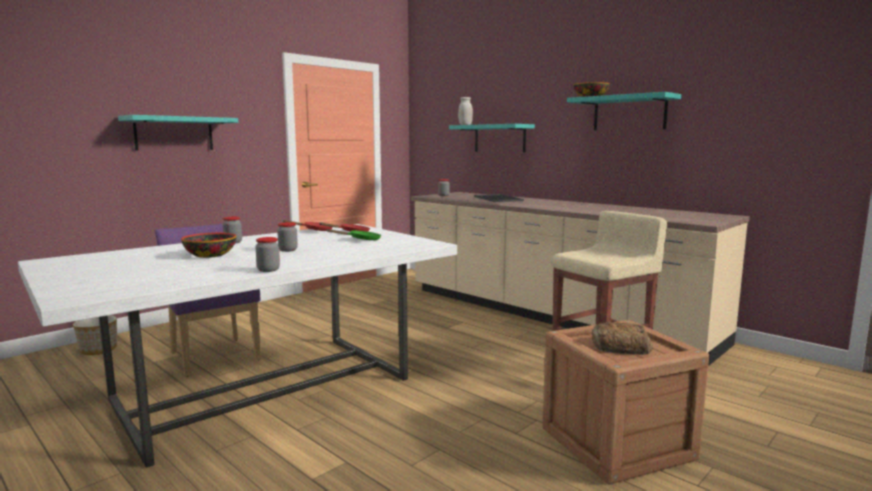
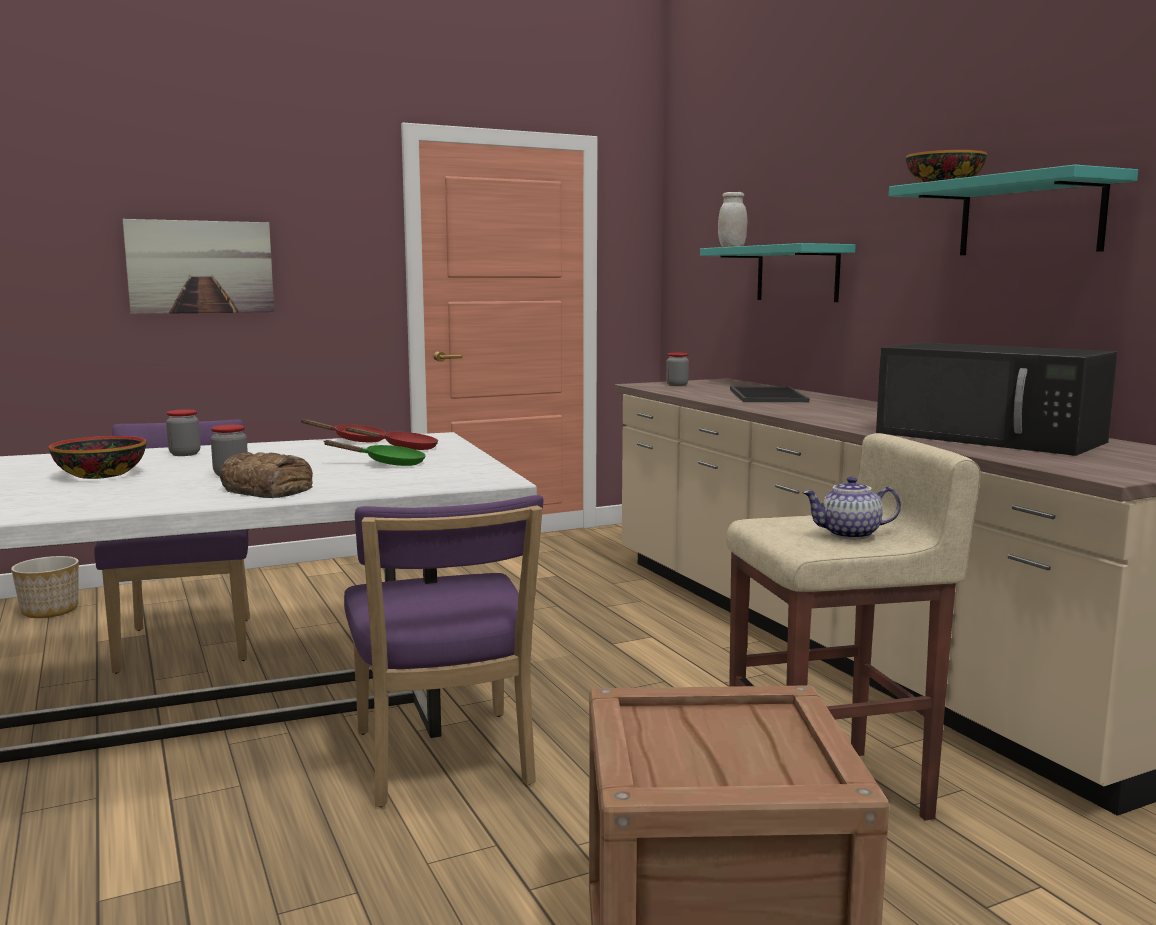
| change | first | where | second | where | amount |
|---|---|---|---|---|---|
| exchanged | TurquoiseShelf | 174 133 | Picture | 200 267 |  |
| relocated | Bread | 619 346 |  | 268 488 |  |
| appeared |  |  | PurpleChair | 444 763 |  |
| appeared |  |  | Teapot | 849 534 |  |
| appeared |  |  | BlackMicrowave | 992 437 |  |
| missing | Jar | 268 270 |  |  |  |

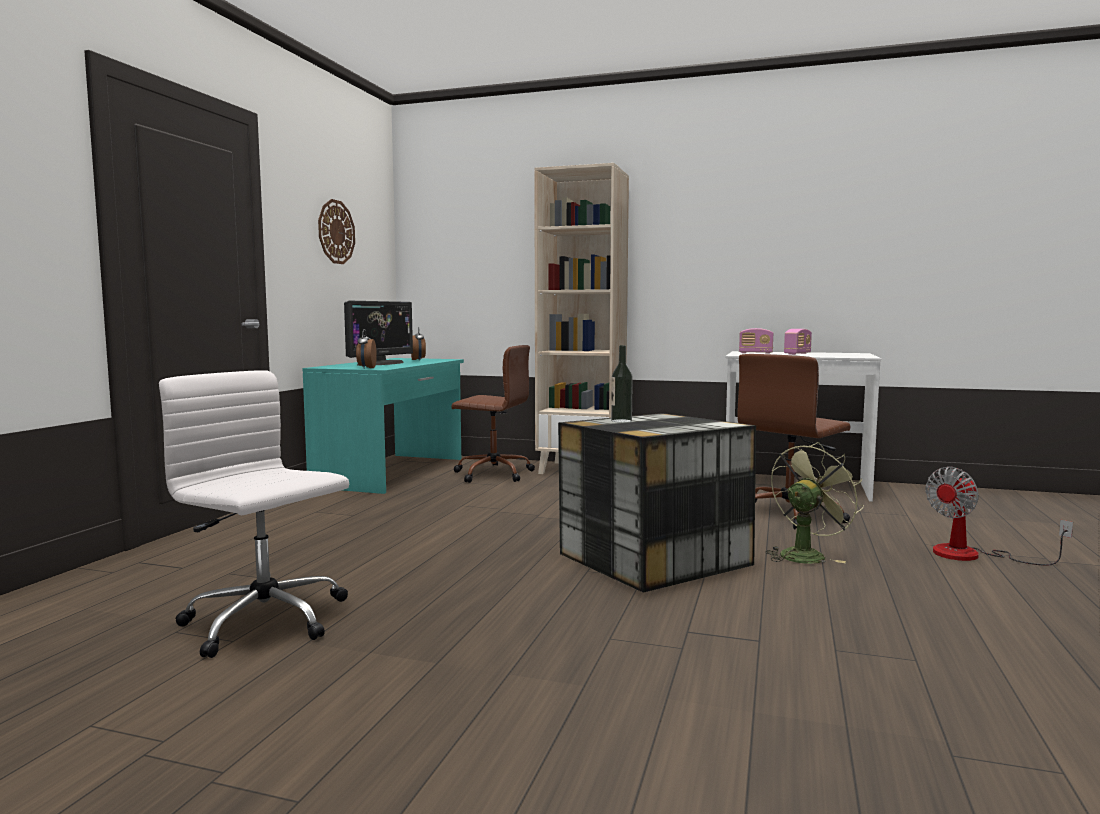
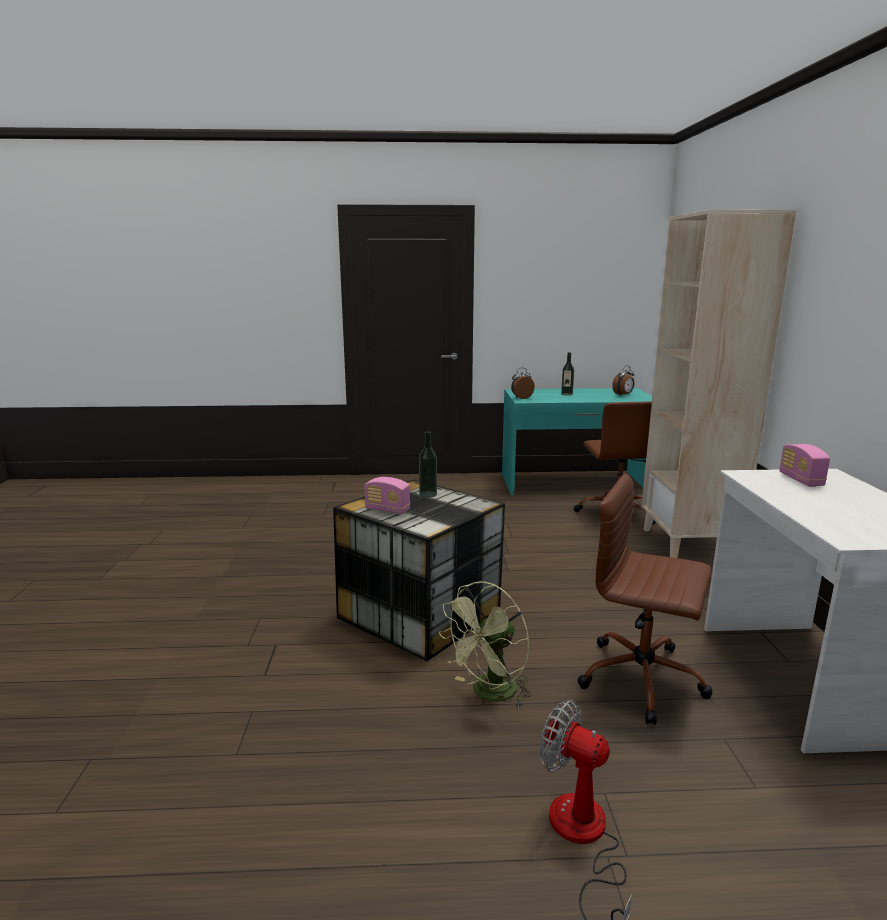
| change | first | where | second | where | amount |
|---|---|---|---|---|---|
| relocated | Radio | 797 354 |  | 387 510 |  |
| spun | GreenFan | 806 555 |  | 489 694 | 105 degrees clockwise |
| exchanged | Monitor | 380 363 | Bottle | 566 394 |  |
| missing | WhiteOfficeChair | 267 621 |  |  |  |
| missing | WallClock | 336 232 |  |  |  |

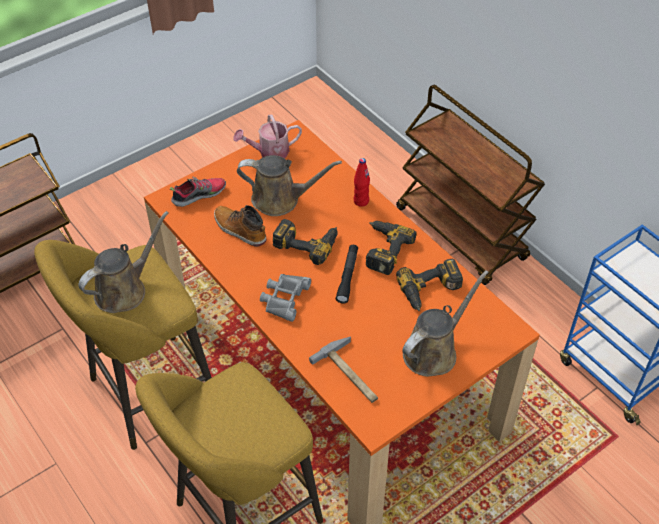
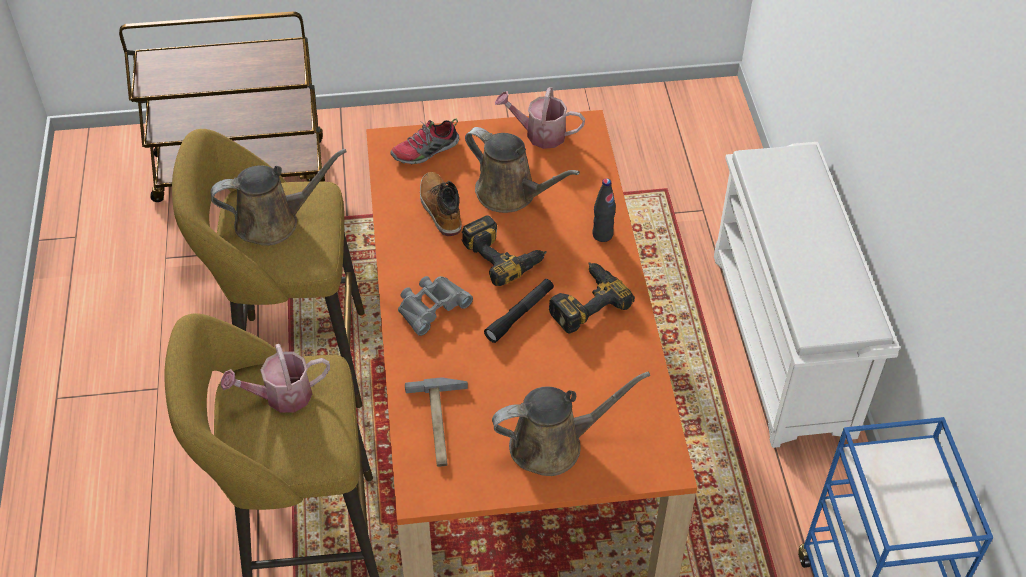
| change | first | where | second | where | amount |
|---|---|---|---|---|---|
| appeared |  |  | WateringCan | 281 396 |  |
| spun | Shoe | 199 195 |  | 425 151 | 150 degrees clockwise |
| colour | RedBottle | 361 201 | BlackBottle | 602 235 |  |
| exchanged | BrownCart | 461 234 | WhiteShoeRack | 784 344 |  |
| missing | PowerDrill | 431 291 |  |  |  |

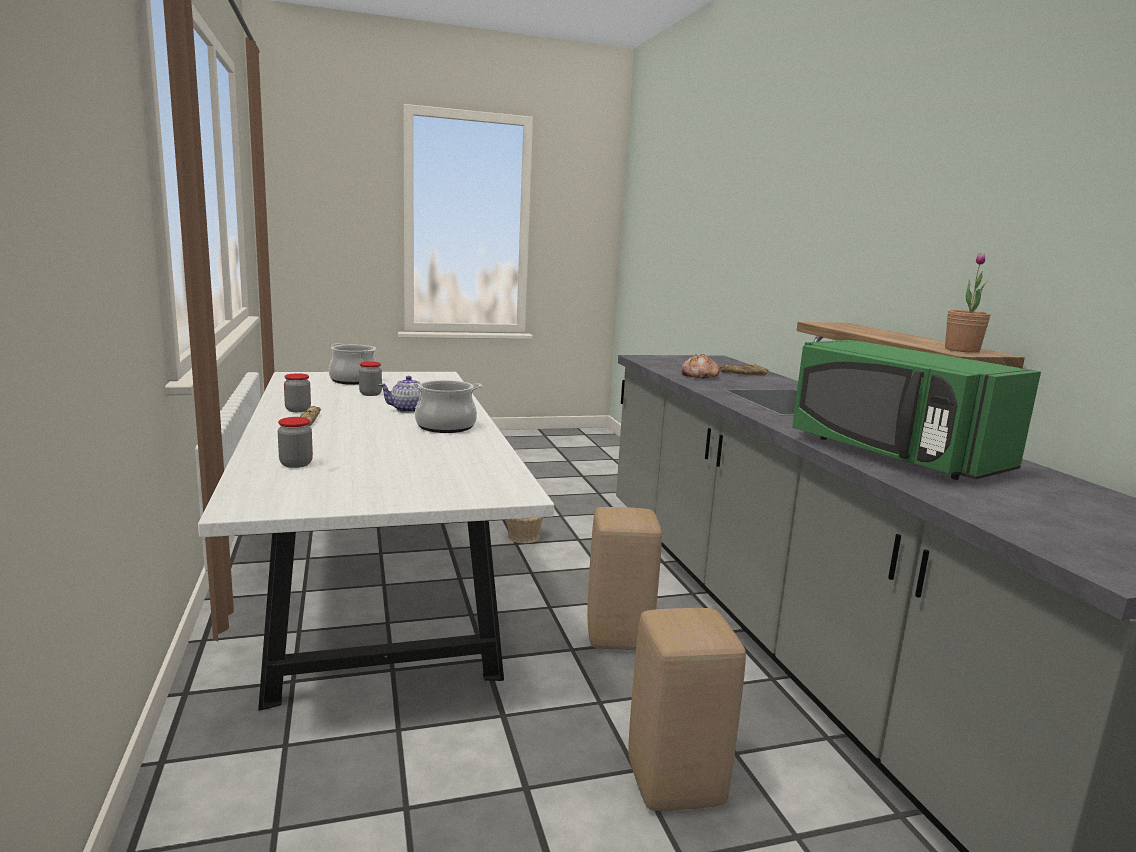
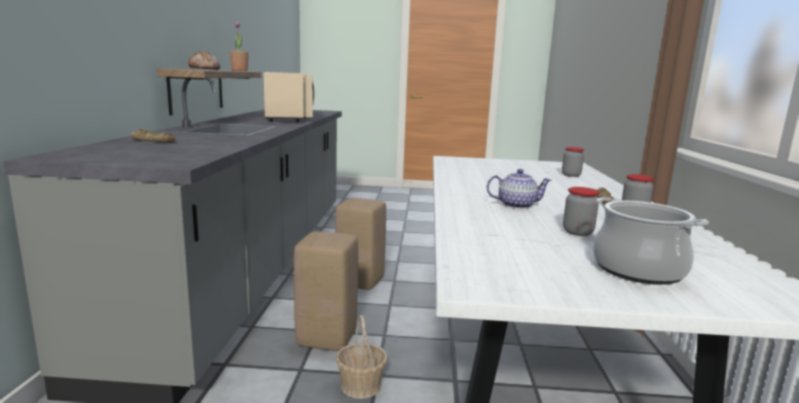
| change | first | where | second | where | amount |
|---|---|---|---|---|---|
| relocated | Bread | 698 376 |  | 205 69 |  |
| colour | GreenMicrowave | 891 454 | BeigeMicrowave | 288 118 |  |
| relocated | BeigeStool | 677 784 |  | 326 338 |  |
| missing | CookingPot | 446 426 |  |  |  |

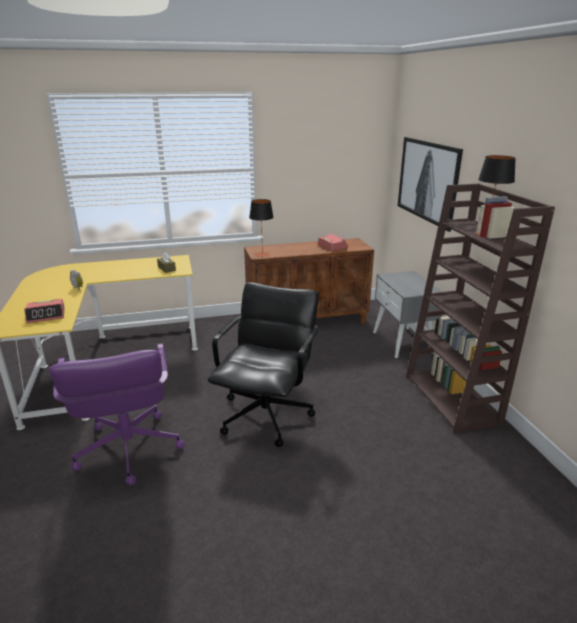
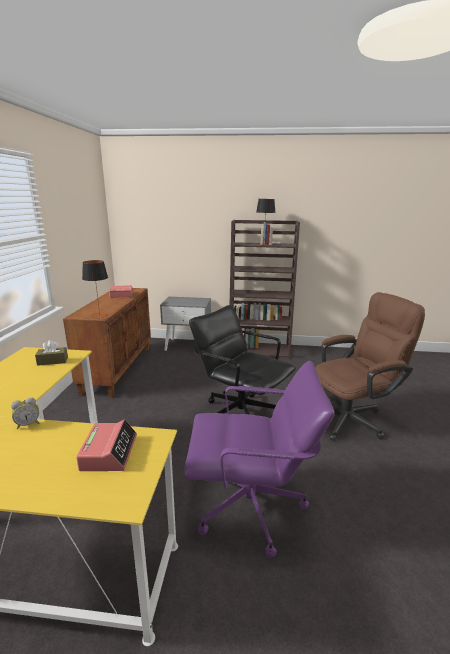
| change | first | where | second | where | amount |
|---|---|---|---|---|---|
| appeared |  |  | BrownOfficeChair | 352 418 |  |
| missing | Picture | 427 181 |  |  |  |

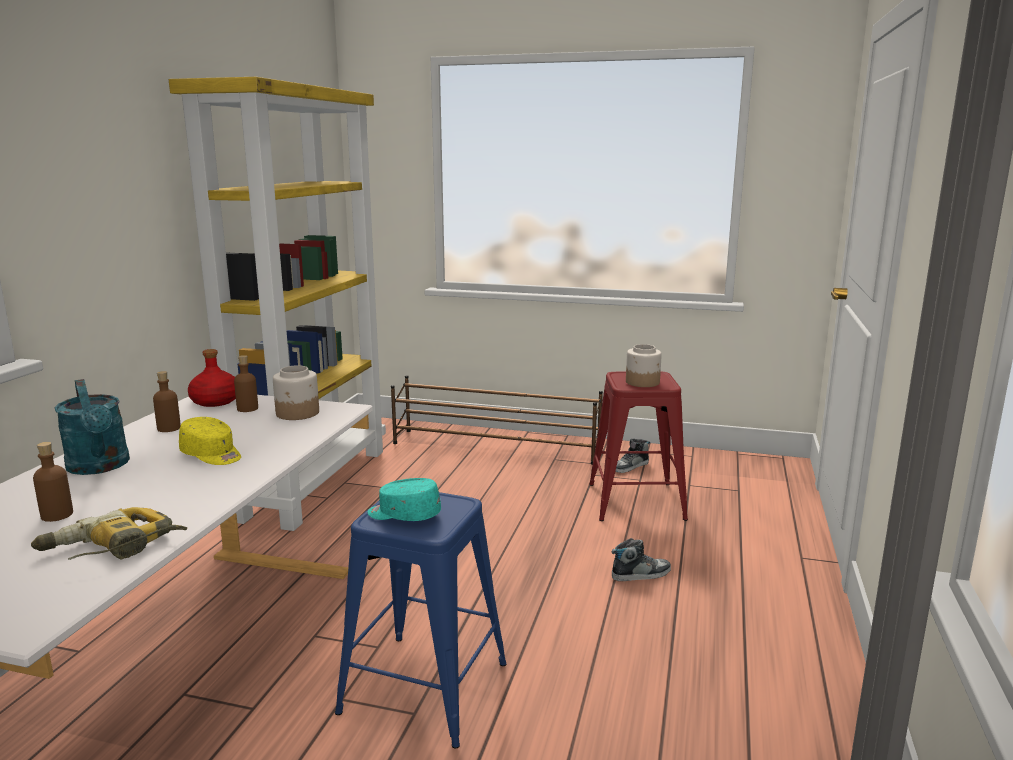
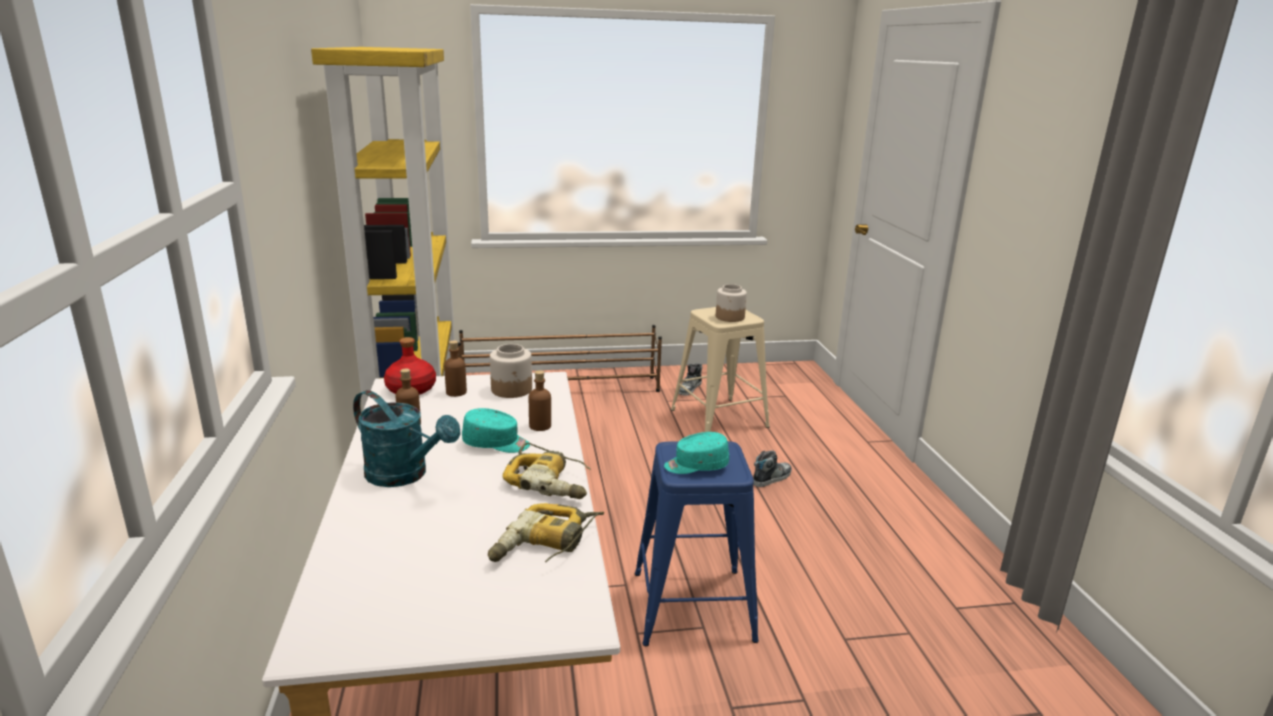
| change | first | where | second | where | amount |
|---|---|---|---|---|---|
| colour | YellowCap | 212 455 | TurquoiseCap | 496 444 |  |
| appeared |  |  | PowerDrill | 550 481 |  |
| relocated | BrownBottle | 57 515 |  | 540 426 |  |
| colour | RedStool | 635 501 | BeigeStool | 719 418 |  |

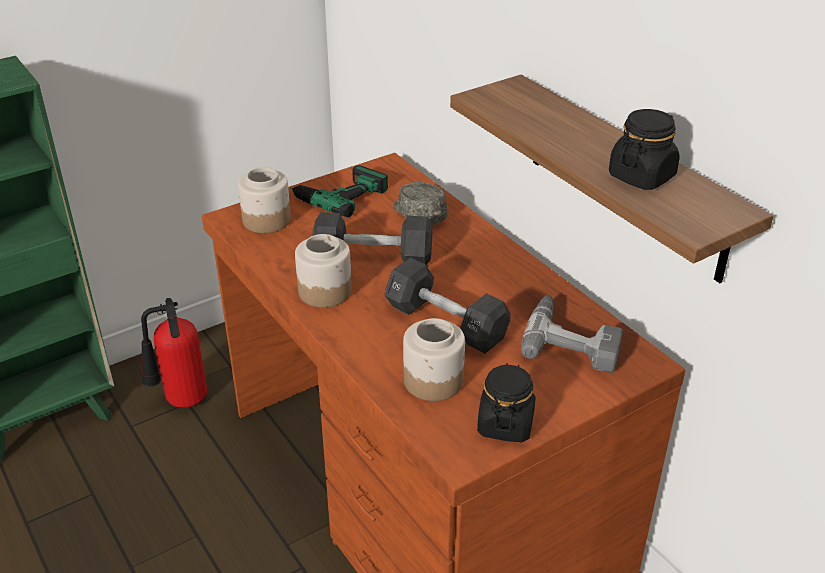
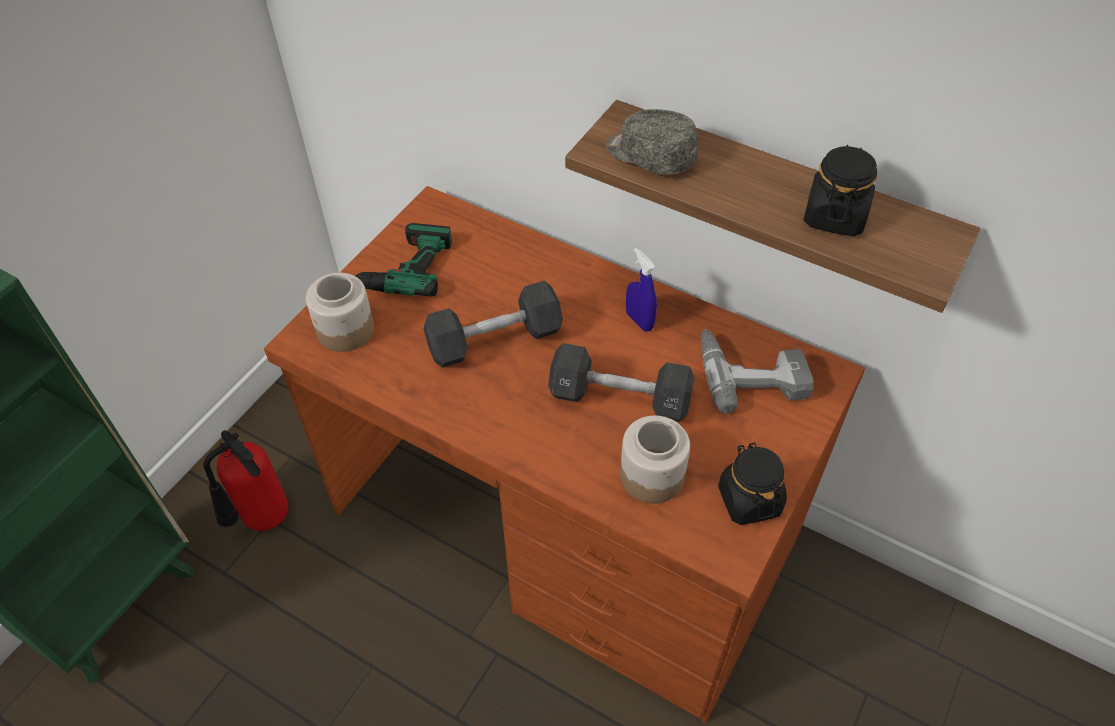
| change | first | where | second | where | amount |
|---|---|---|---|---|---|
| relocated | GreyCap | 418 214 |  | 649 155 |  |
| appeared |  |  | BlueSprayBottle | 639 321 |  |
| missing | Jar | 325 291 |  |  |  |

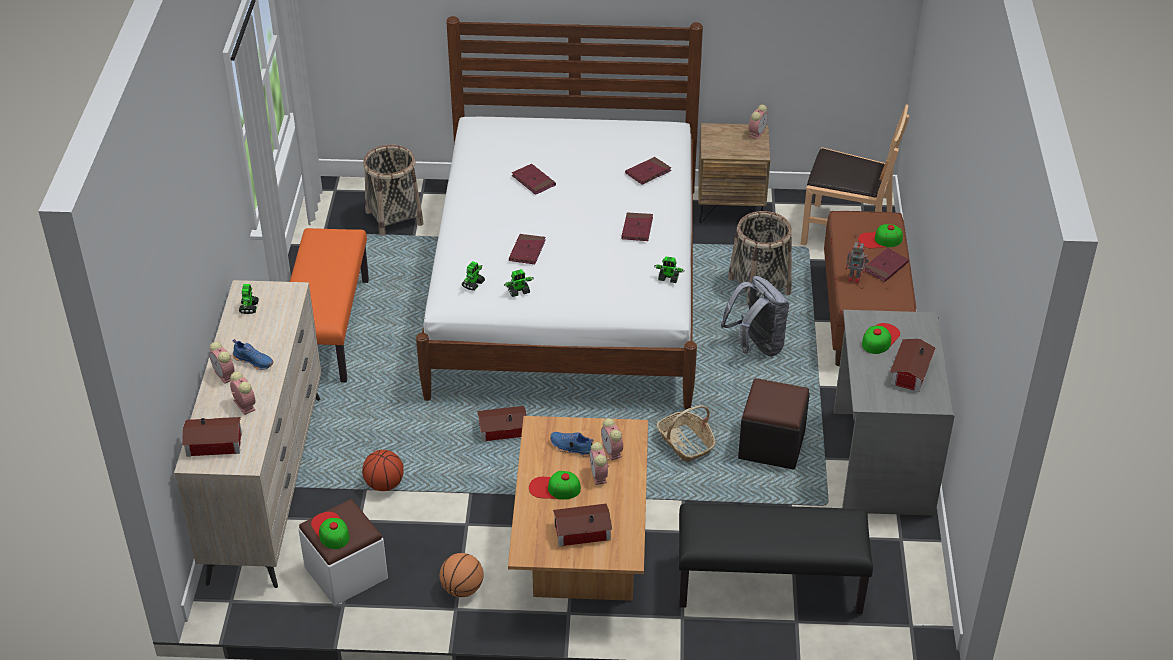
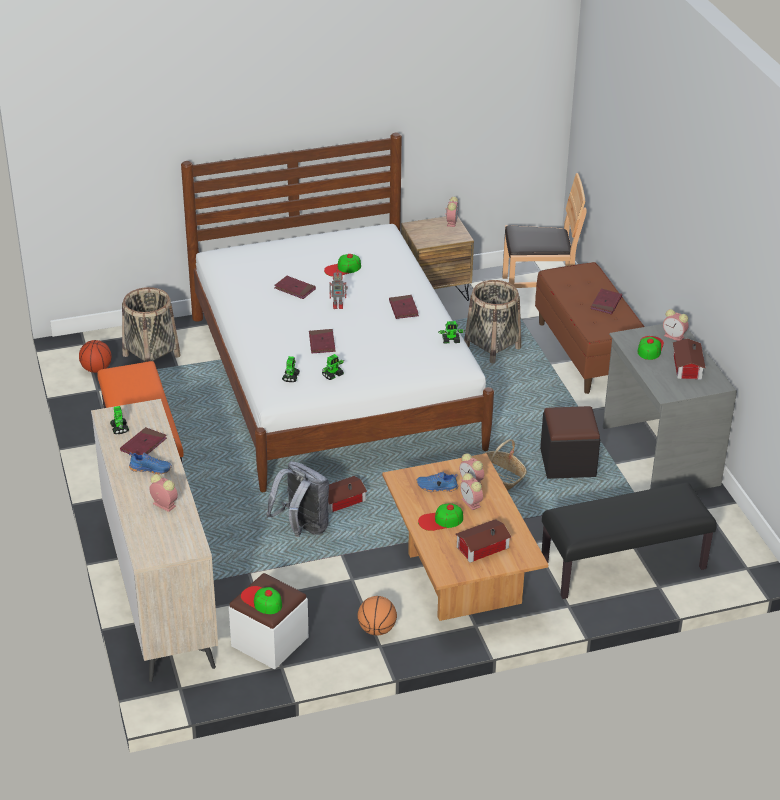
| change | first | where | second | where | amount |
|---|---|---|---|---|---|
| relocated | Basketball | 384 484 |  | 96 369 |  |
| relocated | RedBook | 648 172 |  | 143 445 |  |
| relocated | GreyBackpack | 756 346 |  | 302 528 |  |
| relocated | Cap | 880 240 |  | 342 268 |  |
| relocated | ToyRobot | 855 278 |  | 338 305 |  |
| relocated | AlarmClock | 225 375 |  | 675 336 |  |
| missing | ToyHouse | 215 445 |  |  |  |

